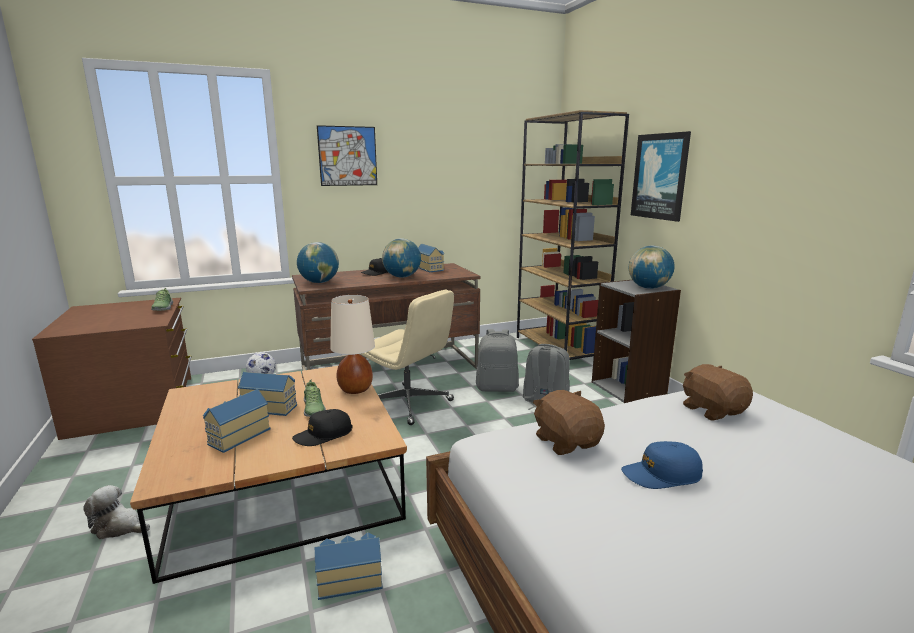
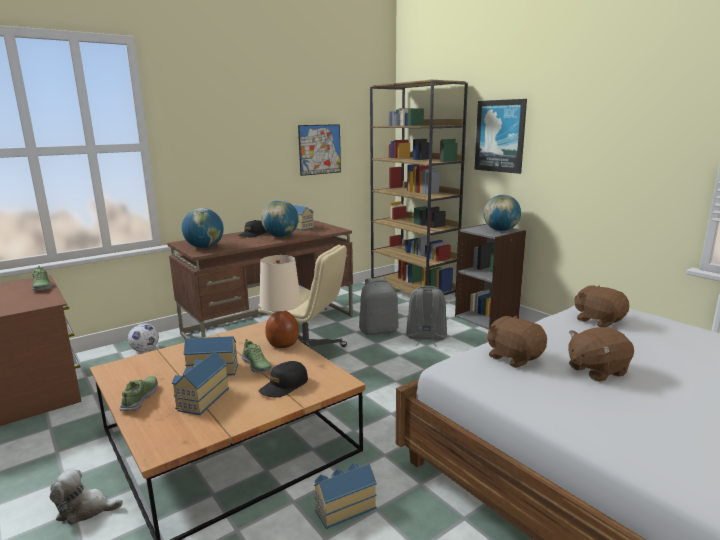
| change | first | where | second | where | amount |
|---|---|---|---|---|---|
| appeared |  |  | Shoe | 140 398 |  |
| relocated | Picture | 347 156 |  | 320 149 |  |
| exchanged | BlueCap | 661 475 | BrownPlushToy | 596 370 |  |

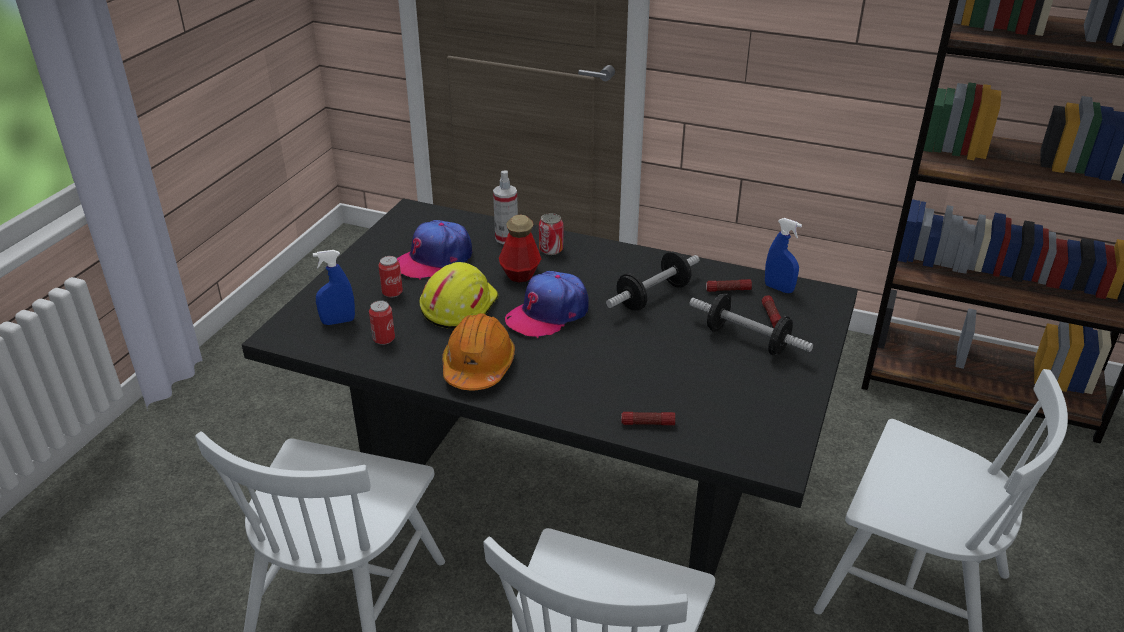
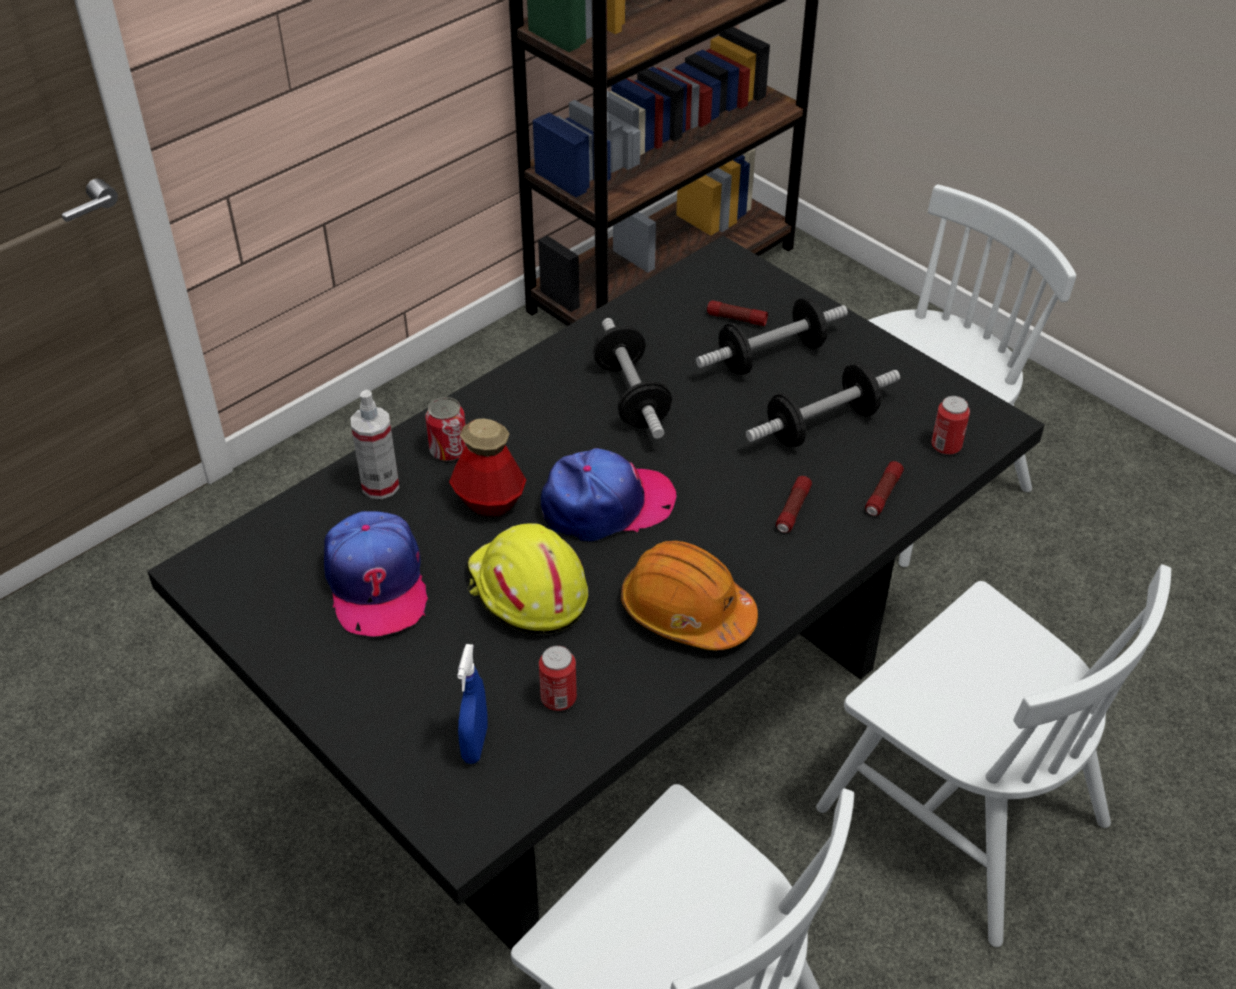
| change | first | where | second | where | amount |
|---|---|---|---|---|---|
| spun | Cap | 548 313 |  | 606 505 | 90 degrees counterclockwise |
| appeared |  |  | Dumbbell | 821 425 |  |
| relocated | Flashlight | 728 290 |  | 793 510 |  |
| relocated | Can | 392 292 |  | 946 446 |  |
| missing | BlueSprayBottle | 778 288 |  |  |  |

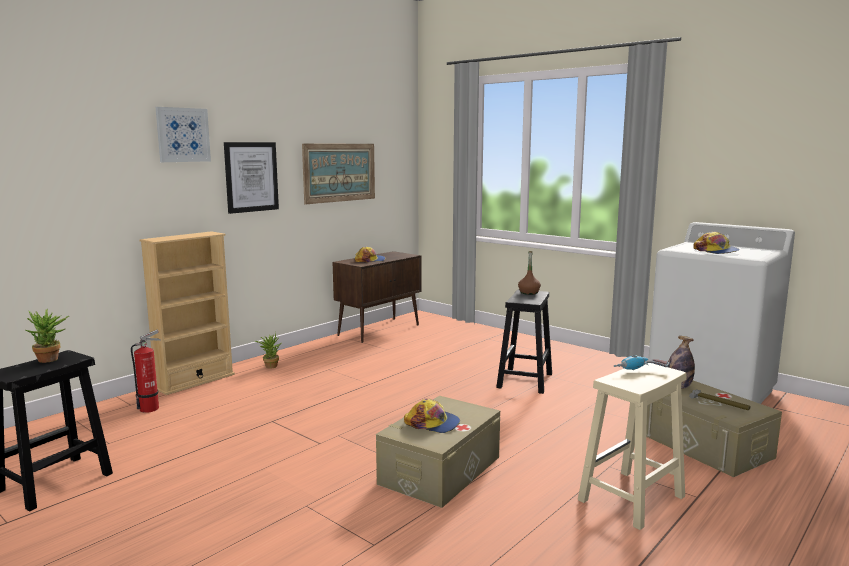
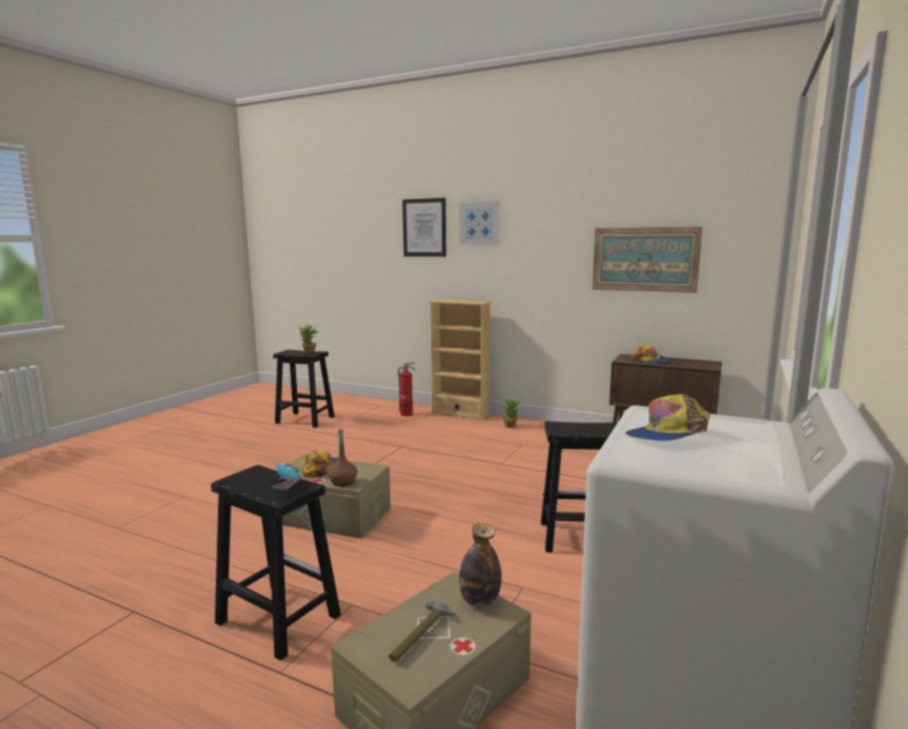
| change | first | where | second | where | amount |
|---|---|---|---|---|---|
| colour | BeigeStool | 631 499 | BlackStool | 276 619 |  |
| spun | Cap | 433 423 |  | 323 469 | 135 degrees counterclockwise |
| relocated | BrownBottle | 529 293 |  | 343 482 |  |
| relocated | Picture | 251 177 |  | 424 227 |  |

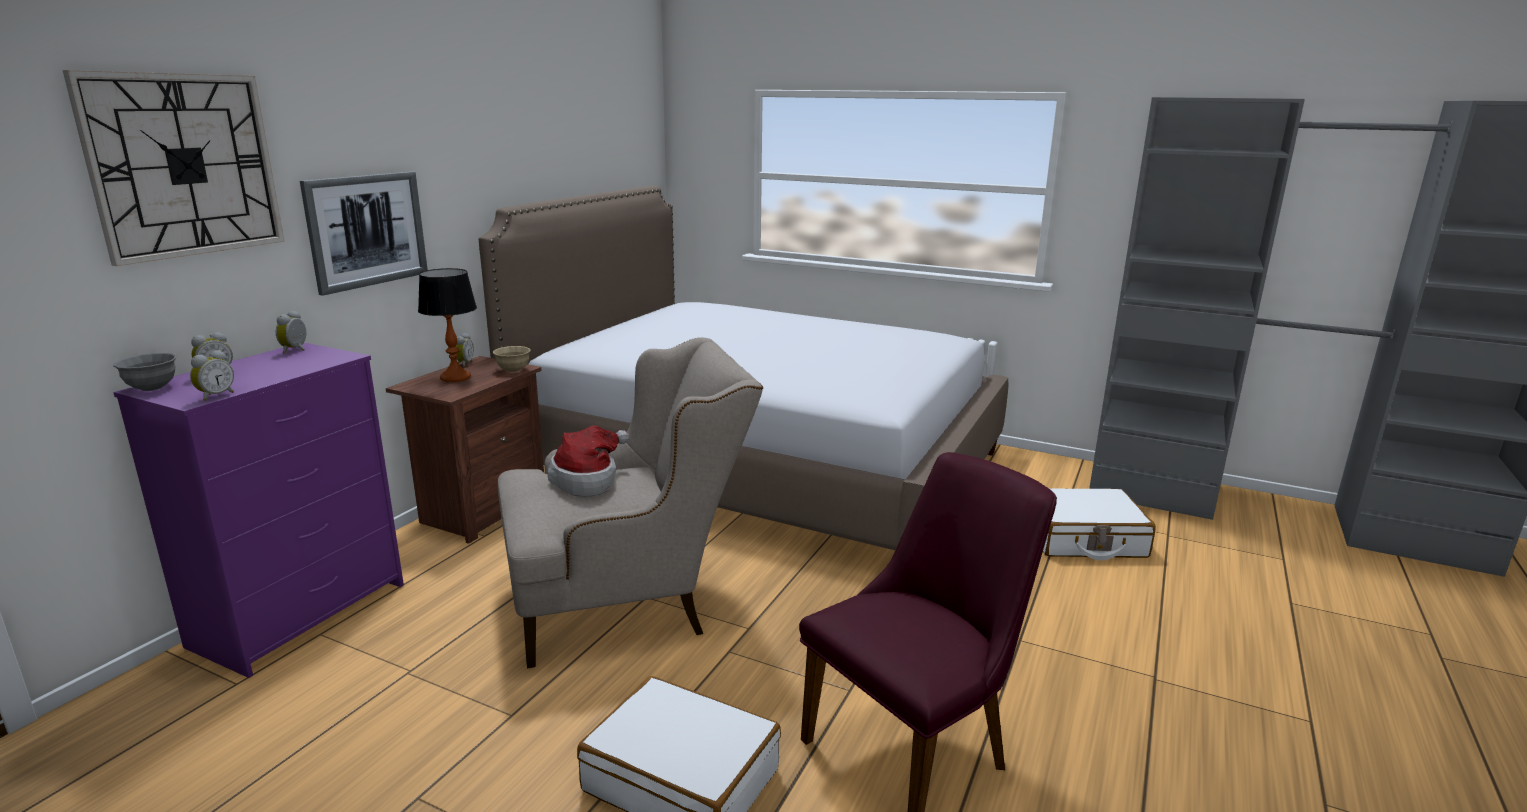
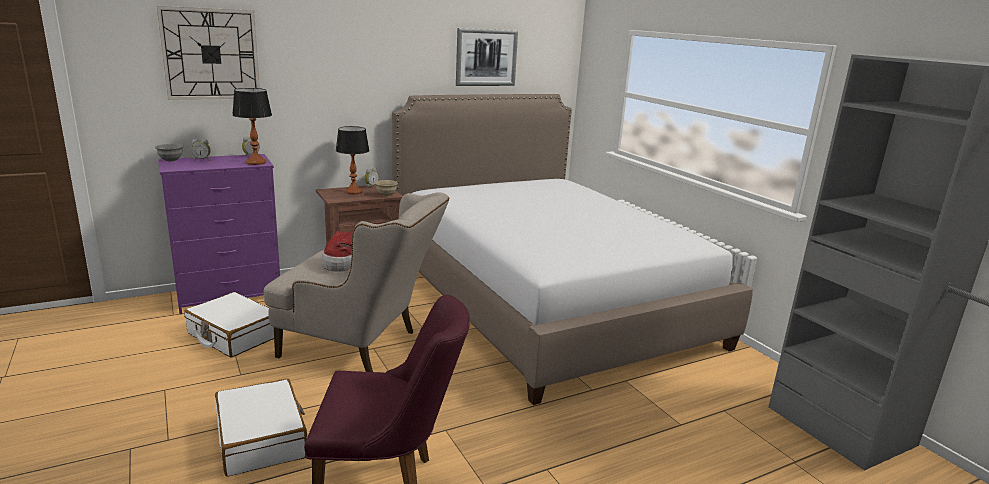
| change | first | where | second | where | amount |
|---|---|---|---|---|---|
| relocated | WhiteSuitcase | 1083 539 |  | 233 335 |  |
| appeared |  |  | TableLamp | 256 162 |  |
| relocated | Picture | 367 230 |  | 486 57 |  |
| missing | AlarmClock | 215 396 |  |  |  |

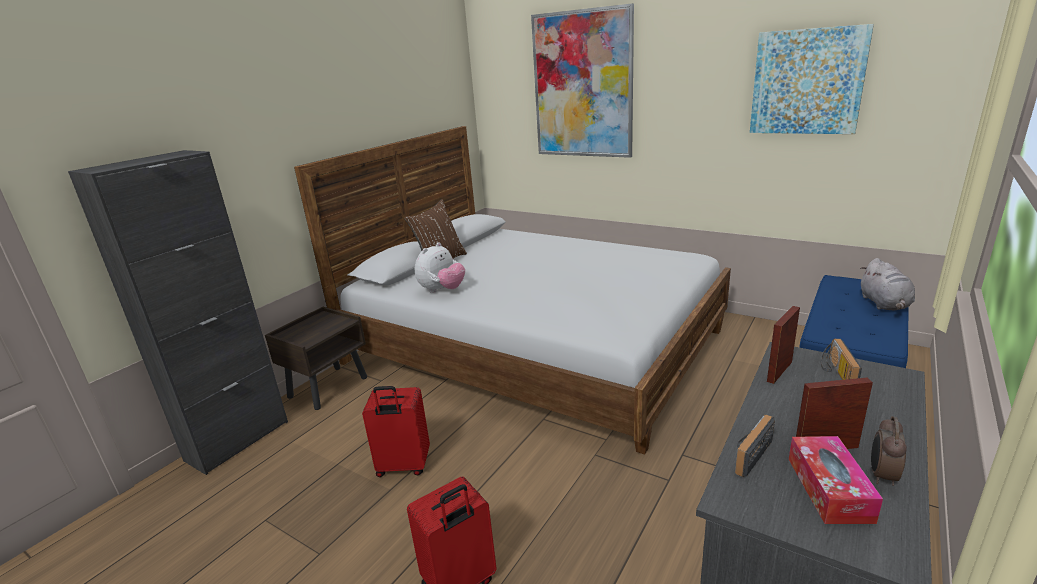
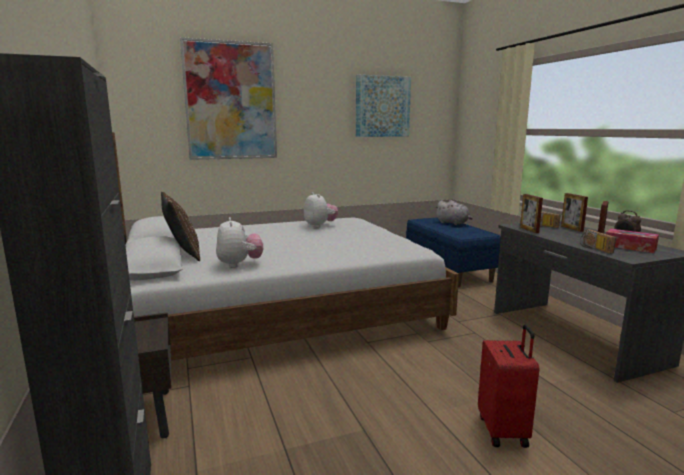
| change | first | where | second | where | amount |
|---|---|---|---|---|---|
| appeared |  |  | PlushToy | 320 226 |  |
| appeared |  |  | PictureFrame | 572 228 |  |
| missing | RedSuitcase | 403 466 |  |  |  |

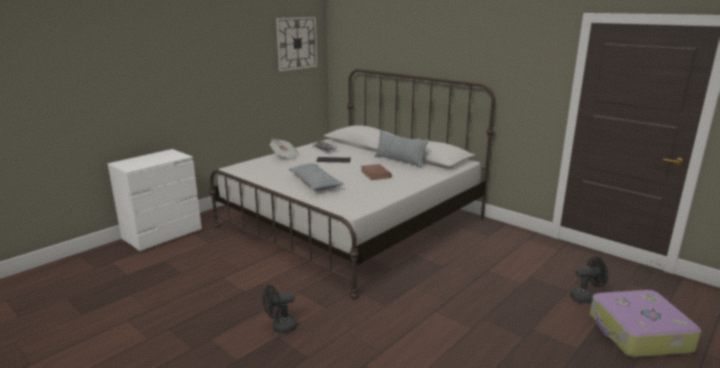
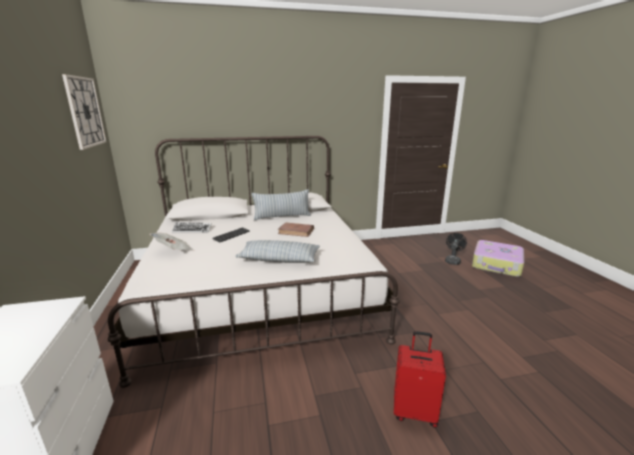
| change | first | where | second | where | amount |
|---|---|---|---|---|---|
| exchanged | BlackFan | 280 327 | RedSuitcase | 414 411 |  |

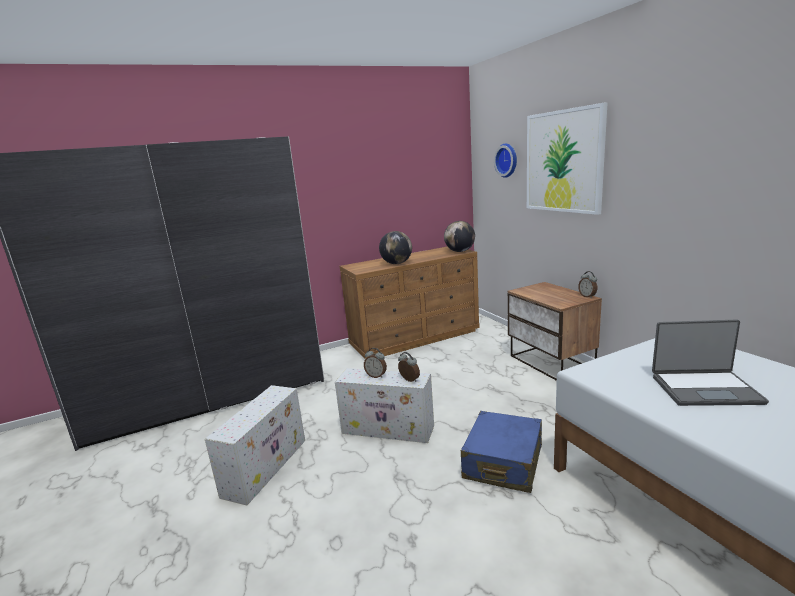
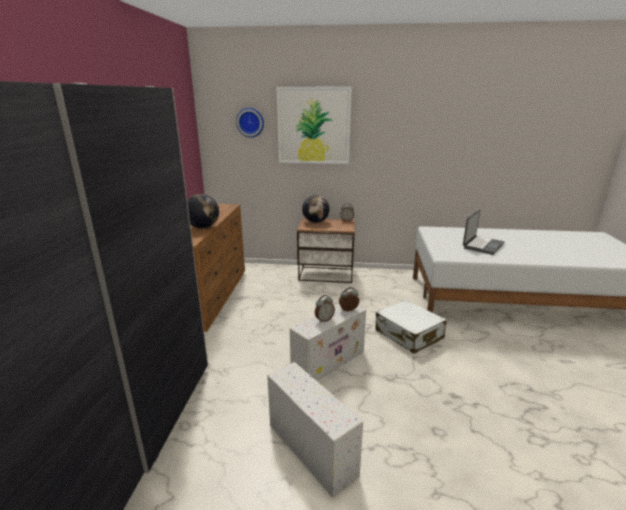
| change | first | where | second | where | amount |
|---|---|---|---|---|---|
| relocated | Globe | 459 251 |  | 315 222 |  |
| colour | BlueSuitcase | 503 462 | WhiteSuitcase | 408 334 |  |

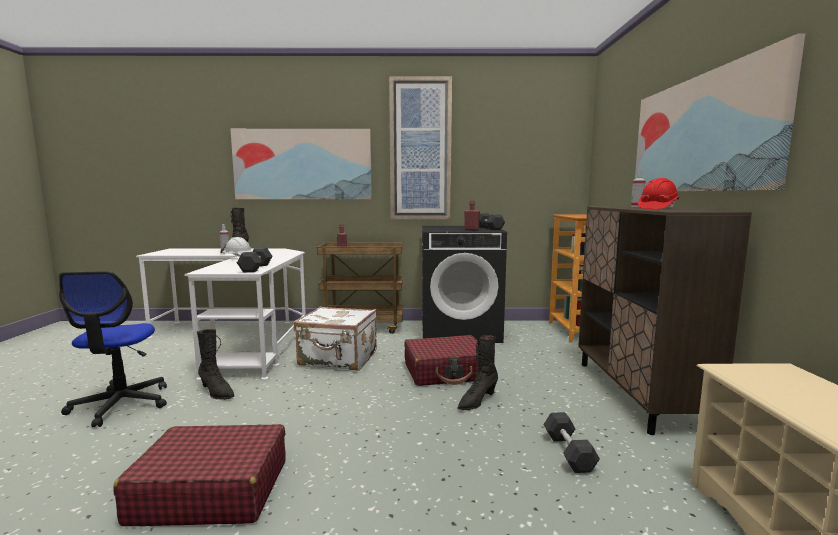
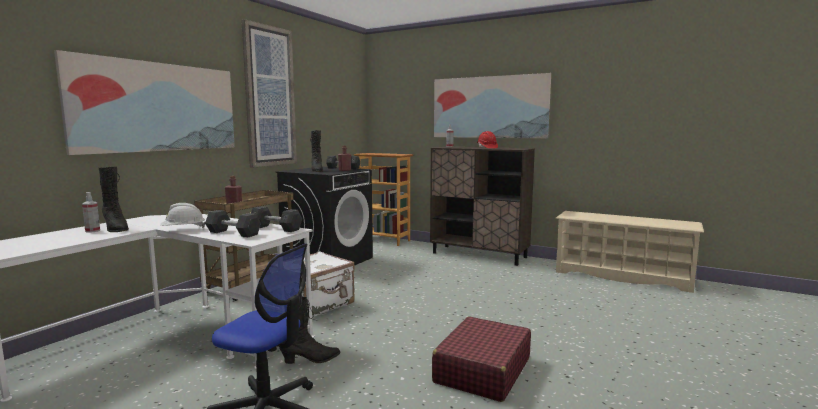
| change | first | where | second | where | amount |
|---|---|---|---|---|---|
| relocated | GreyDumbbell | 568 452 |  | 233 233 |  |
| relocated | BlackBoot | 477 401 |  | 317 171 |  |
| missing | RedSuitcase | 446 372 |  |  |  |

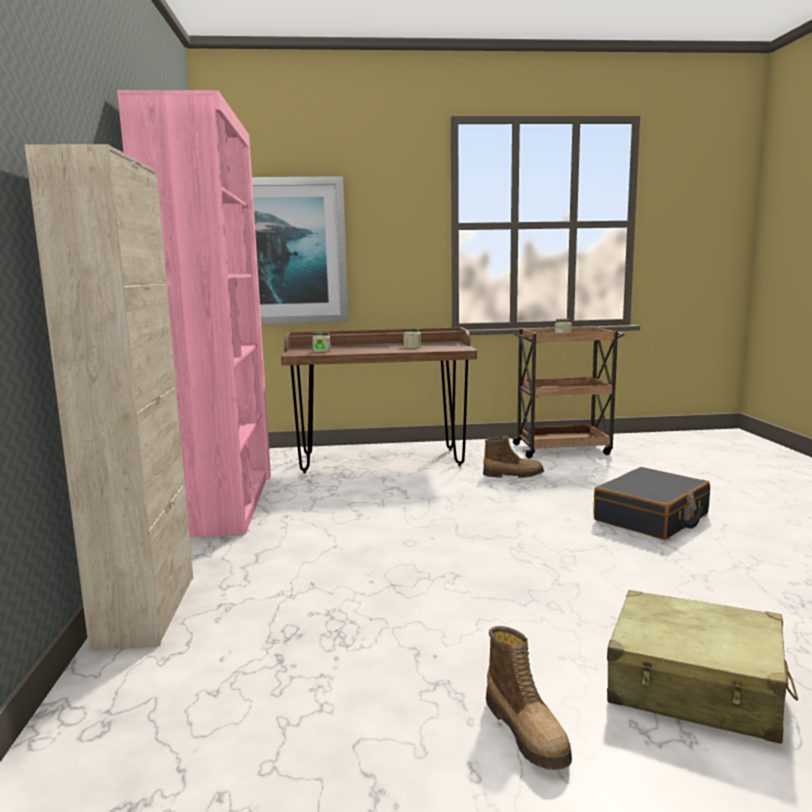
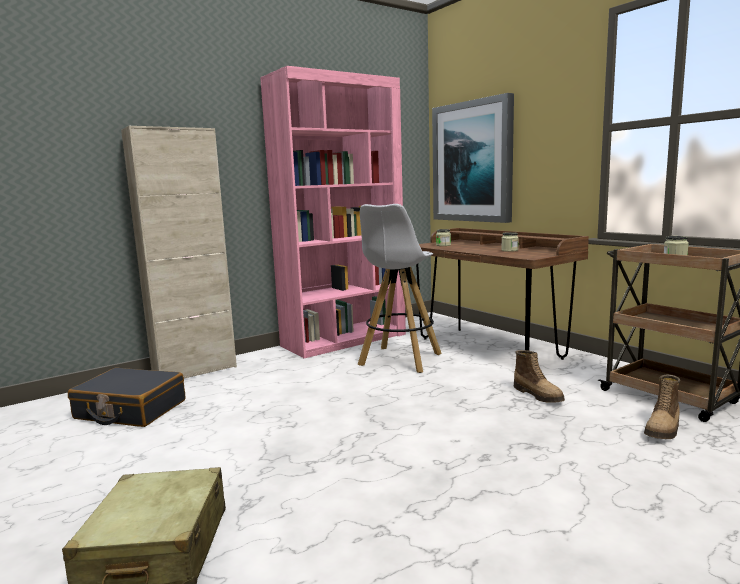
| change | first | where | second | where | amount |
|---|---|---|---|---|---|
| relocated | BlackSuitcase | 651 518 |  | 130 410 |  |
| appeared |  |  | WhiteStool | 399 360 |  |
| relocated | Boot | 527 732 |  | 663 429 |  |

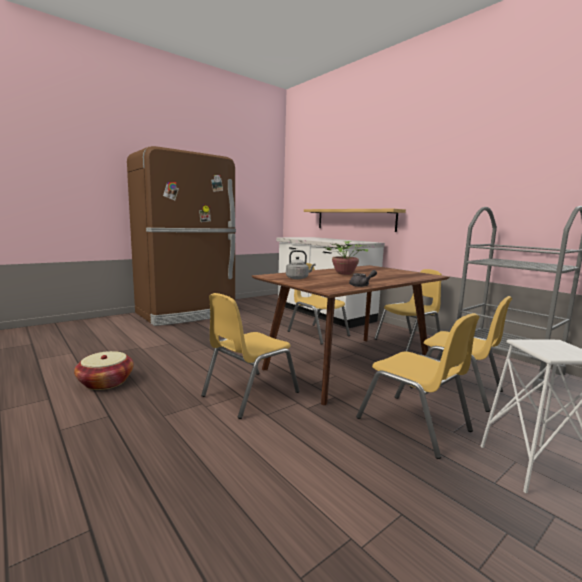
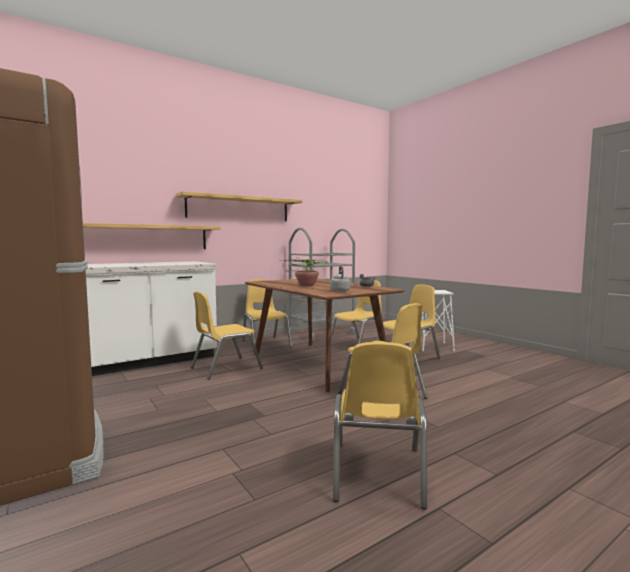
| change | first | where | second | where | amount |
|---|---|---|---|---|---|
| appeared |  |  | Shelf | 239 208 |  |
| exchanged | Basket | 106 382 | YellowChair | 377 473 |  |

